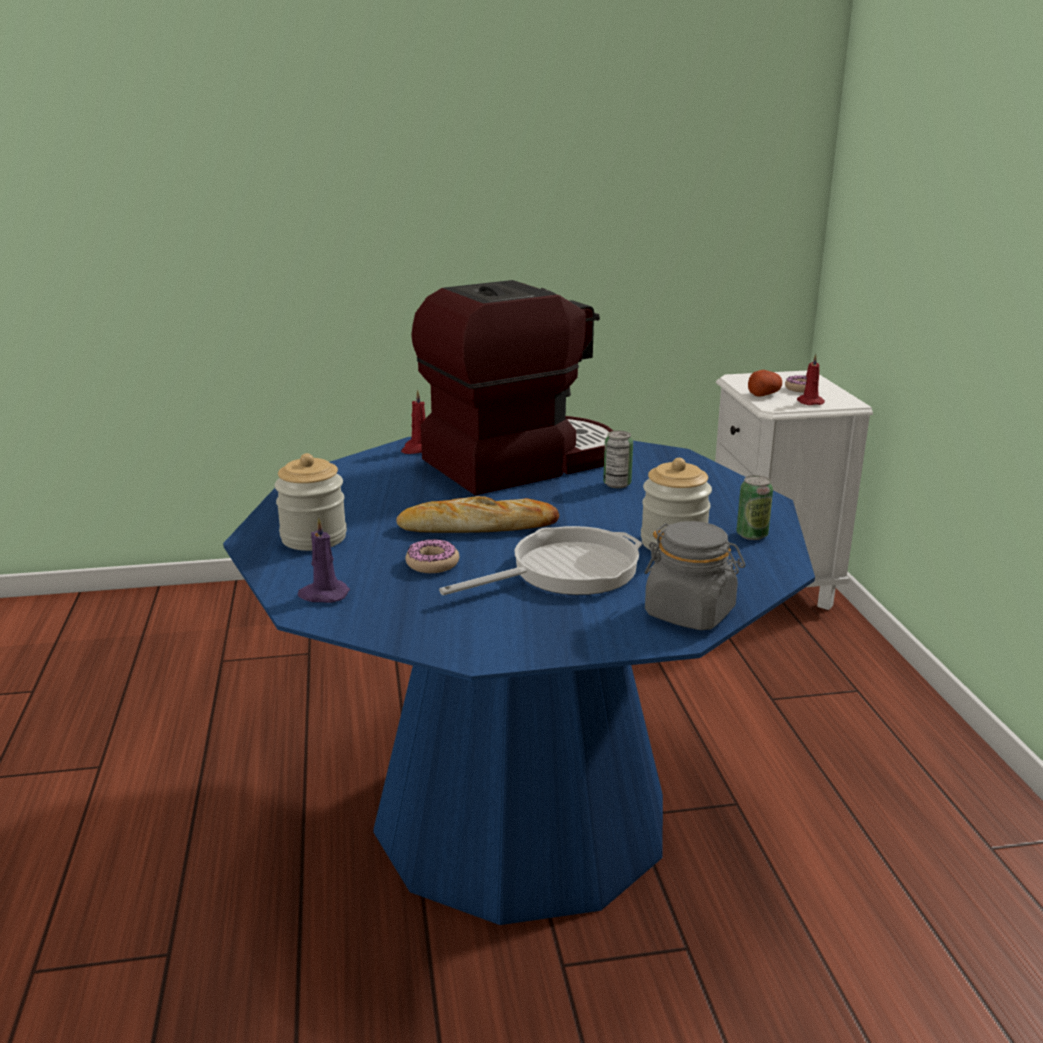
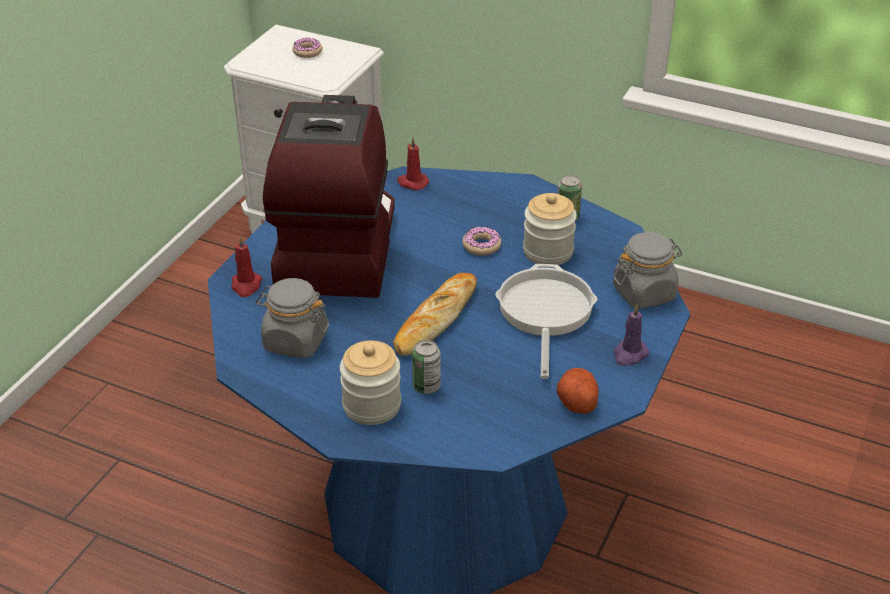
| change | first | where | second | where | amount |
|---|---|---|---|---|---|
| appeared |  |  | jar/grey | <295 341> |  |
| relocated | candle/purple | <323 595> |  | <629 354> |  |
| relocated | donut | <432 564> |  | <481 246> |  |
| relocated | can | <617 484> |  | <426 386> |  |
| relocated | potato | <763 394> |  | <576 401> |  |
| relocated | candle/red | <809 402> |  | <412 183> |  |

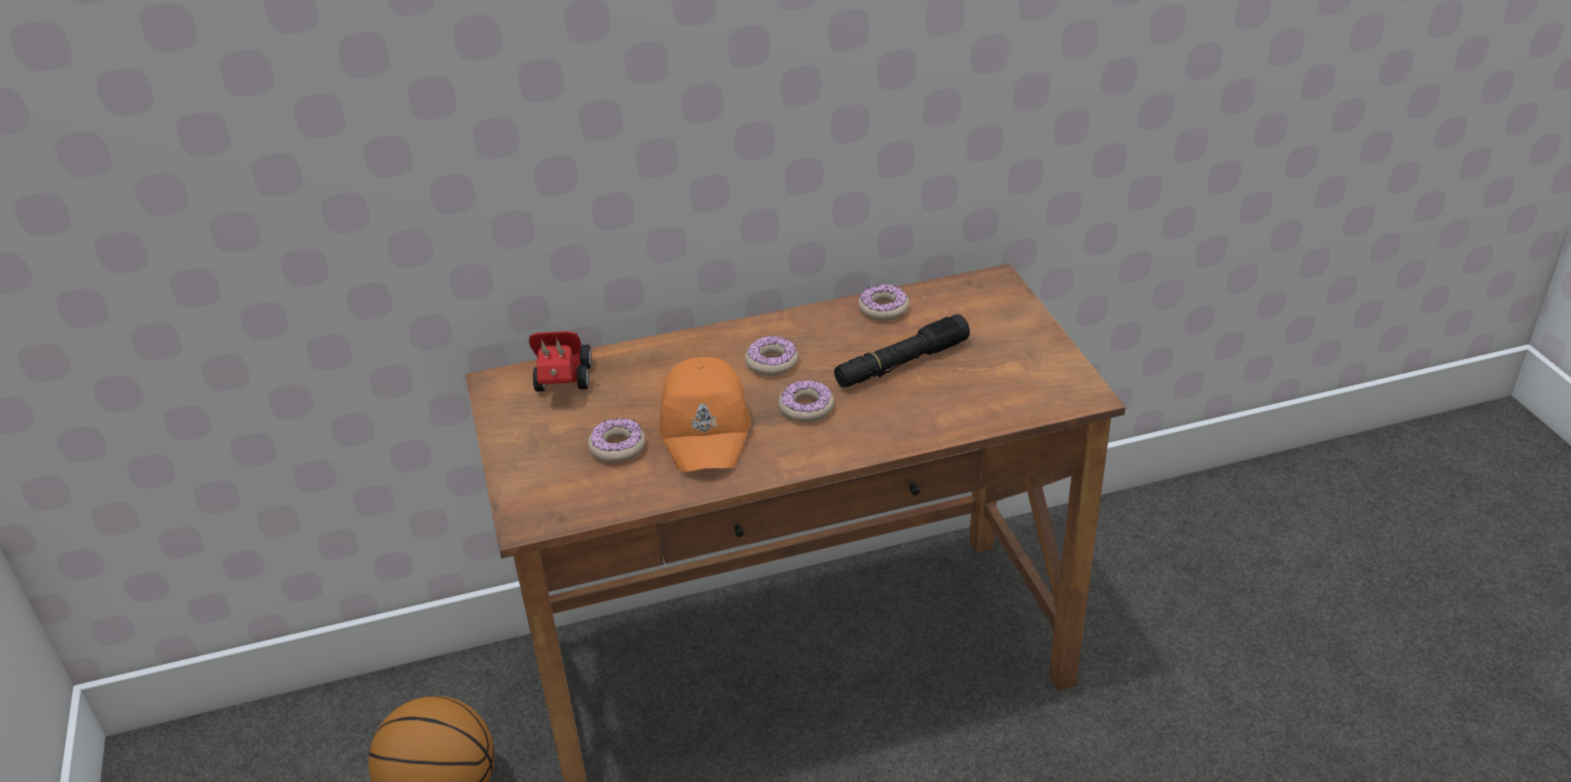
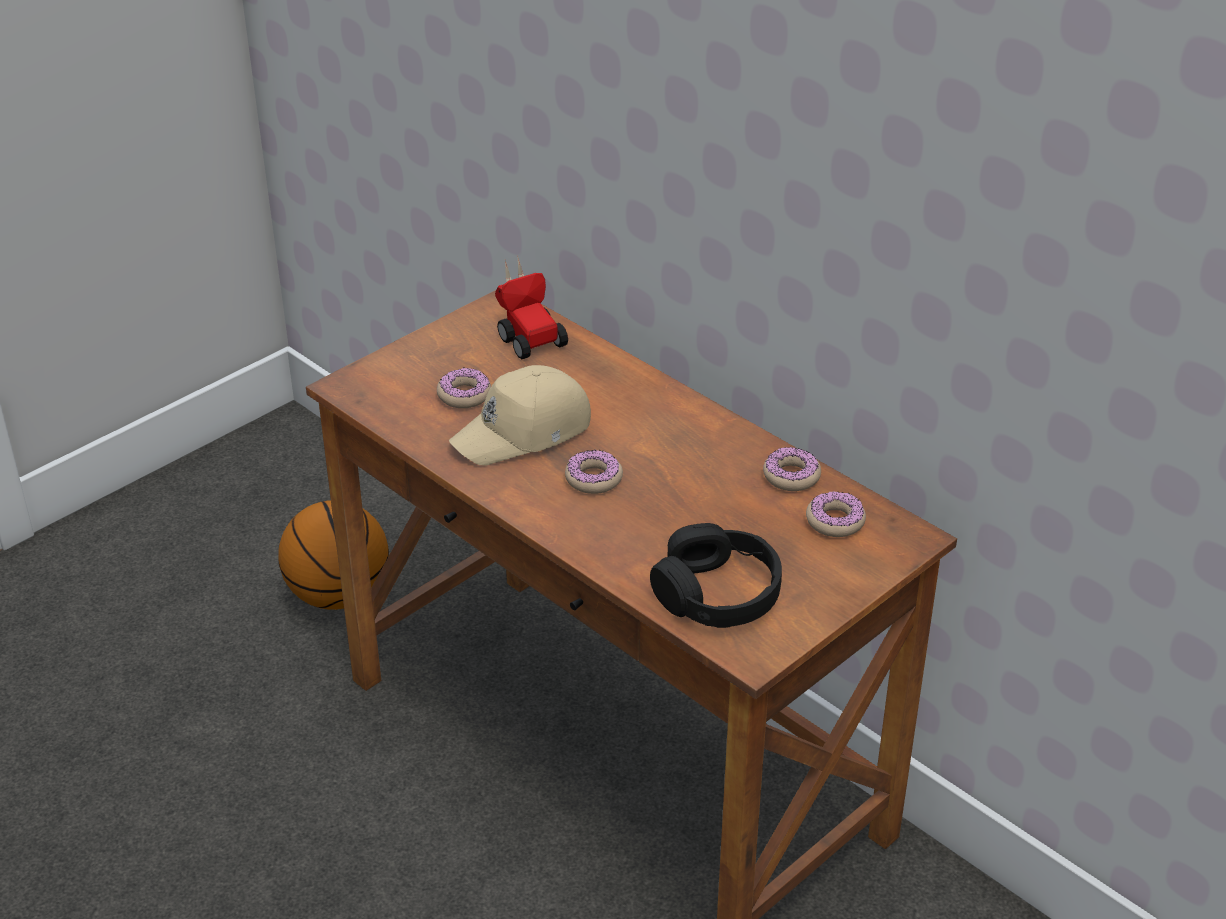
| change | first | where | second | where | amount |
|---|---|---|---|---|---|
| missing | flashlight/black | <901 363> |  |  |  |
| appeared |  |  | headphones/black | <717 594> |  |
| relocated | donut | <771 363> |  | <835 521> |  |
| colour | cap/orange | <706 427> | cap/beige | <524 432> |  |
| spun | toy car | <563 385> |  | <527 336> | 90 degrees clockwise |

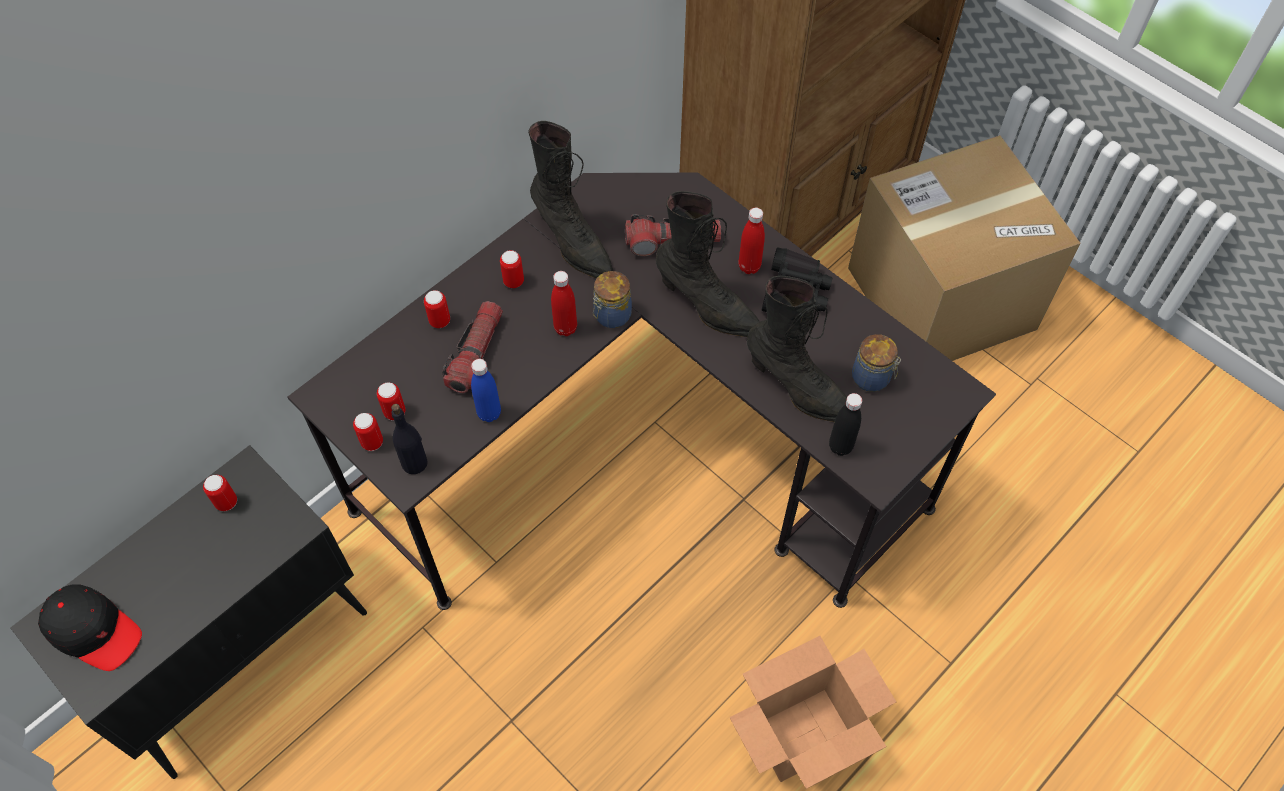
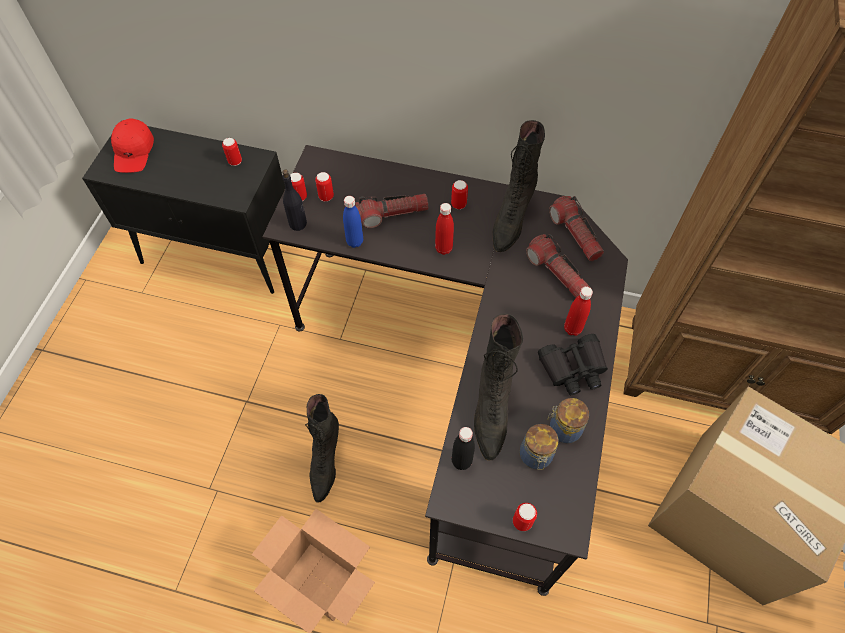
| change | first | where | second | where | amount |
|---|---|---|---|---|---|
| appeared |  |  | flashlight | <575 234> |  |
| relocated | can | <440 321> |  | <522 522> |  |
| relocated | jar | <611 316> |  | <563 429> |  |
| relocated | boot/black | <707 307> |  | <325 462> |  |
| colour | cap/black | <94 630> | cap/red | <134 152> |  |

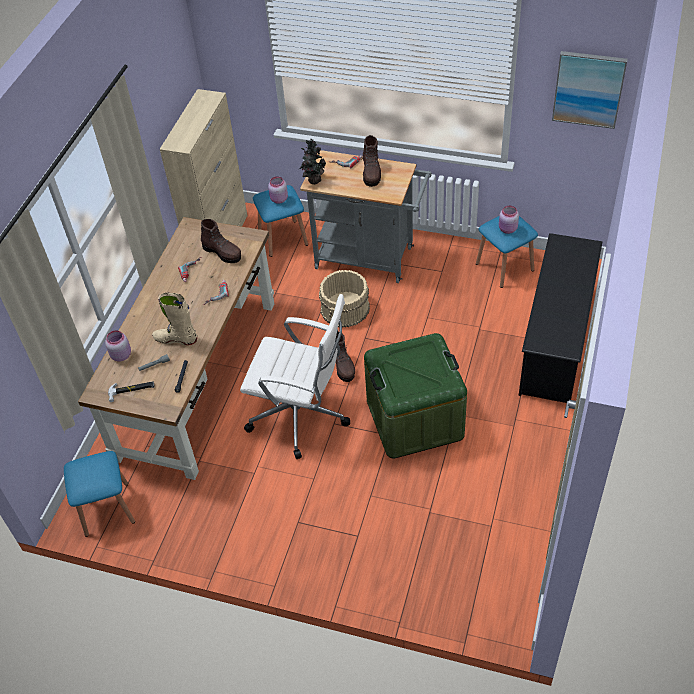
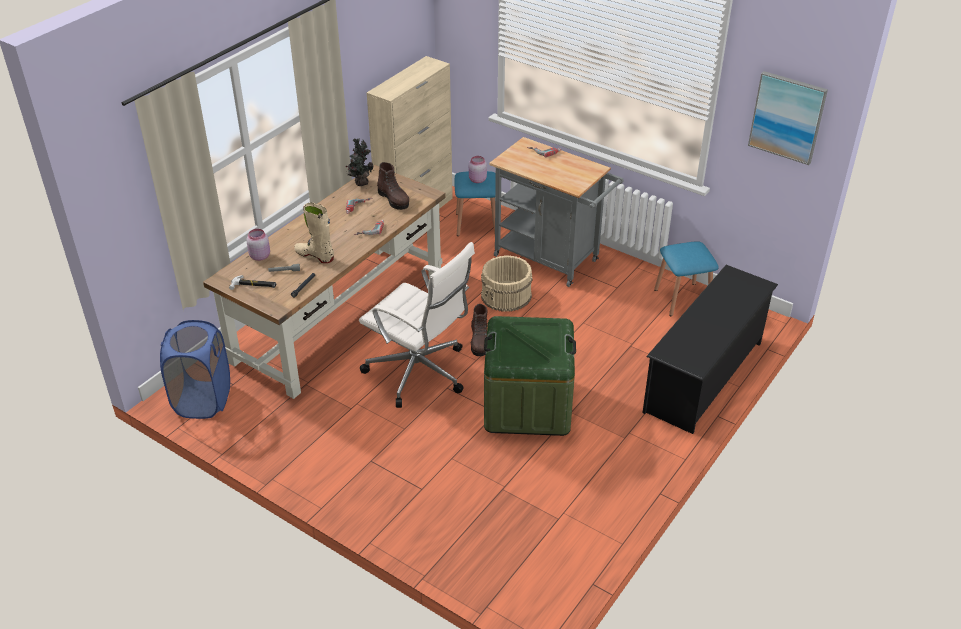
| change | first | where | second | where | amount |
|---|---|---|---|---|---|
| missing | boot/brown | <371 173> |  |  |  |
| missing | jar/pink | <507 229> |  |  |  |
| relocated | potted plant | <313 180> |  | <360 182> |  |
| exchanged | stool/blue | <107 509> | laundry basket/blue | <203 400> |  |

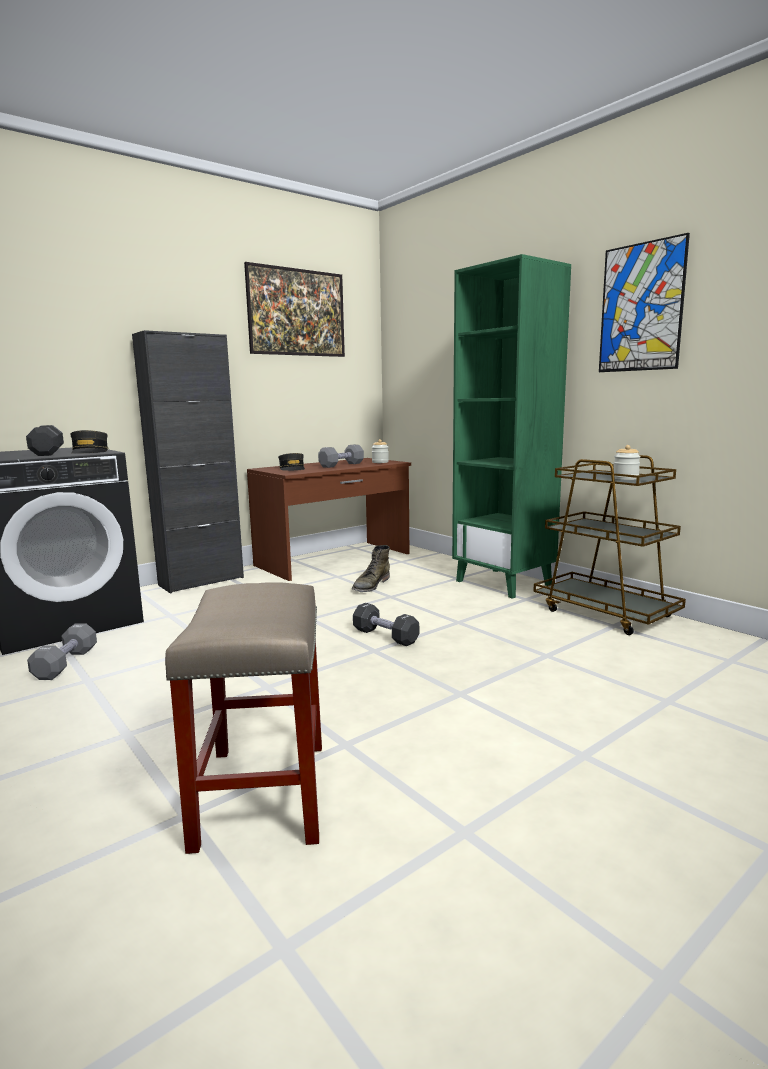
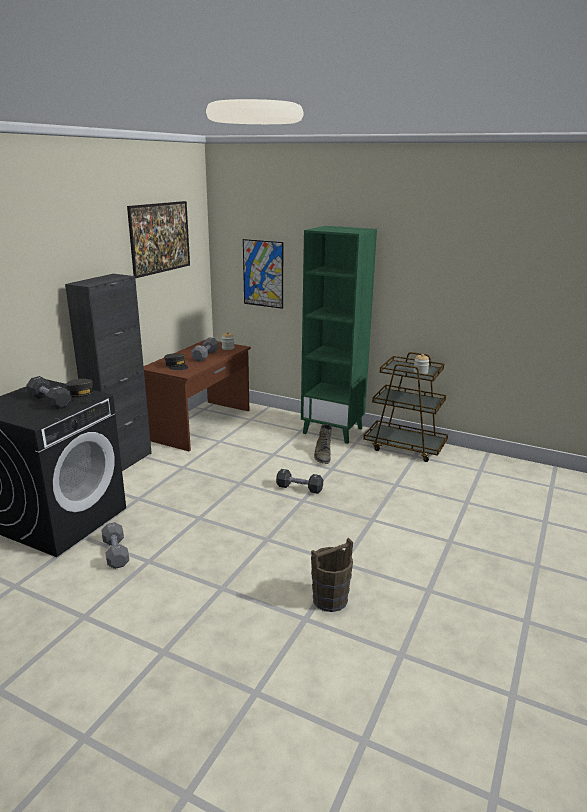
| change | first | where | second | where | amount |
|---|---|---|---|---|---|
| relocated | boot/green | <371 585> |  | <322 455> |  |
| relocated | picture | <641 307> |  | <263 273> |  |
| exchanged | stool/beige | <263 795> | bucket/brown | <330 599> |  |

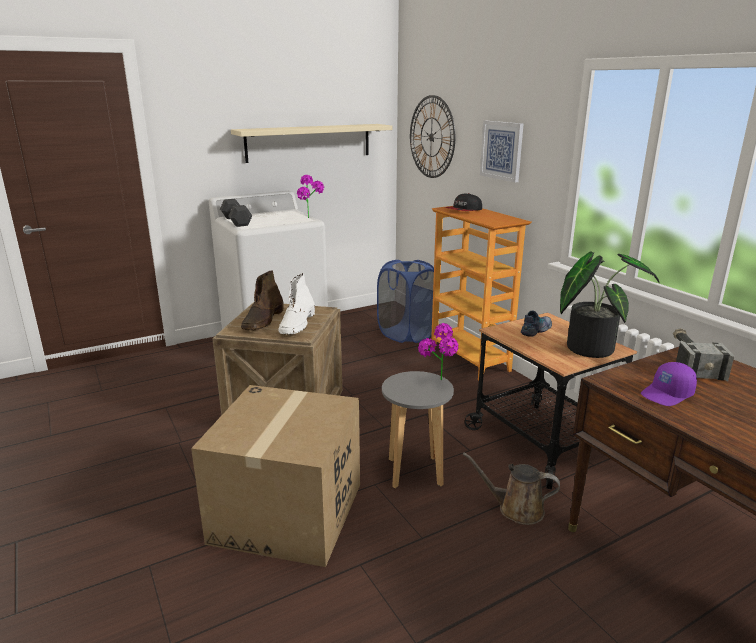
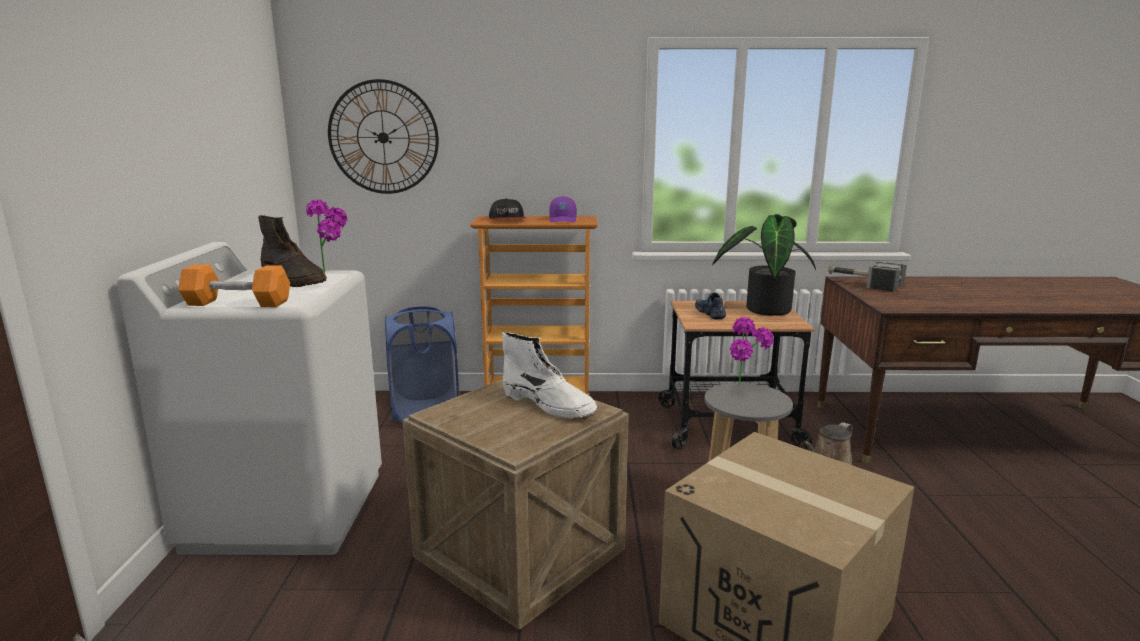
| change | first | where | second | where | amount |
|---|---|---|---|---|---|
| missing | shelf/beige | <309 142> |  |  |  |
| missing | picture | <502 150> |  |  |  |
| relocated | boot/brown | <263 321> |  | <294 280> |  |
| relocated | cap/purple | <667 394> |  | <563 220> |  |
| colour | dumbbell/black | <236 221> | dumbbell/orange | <237 303> |  |

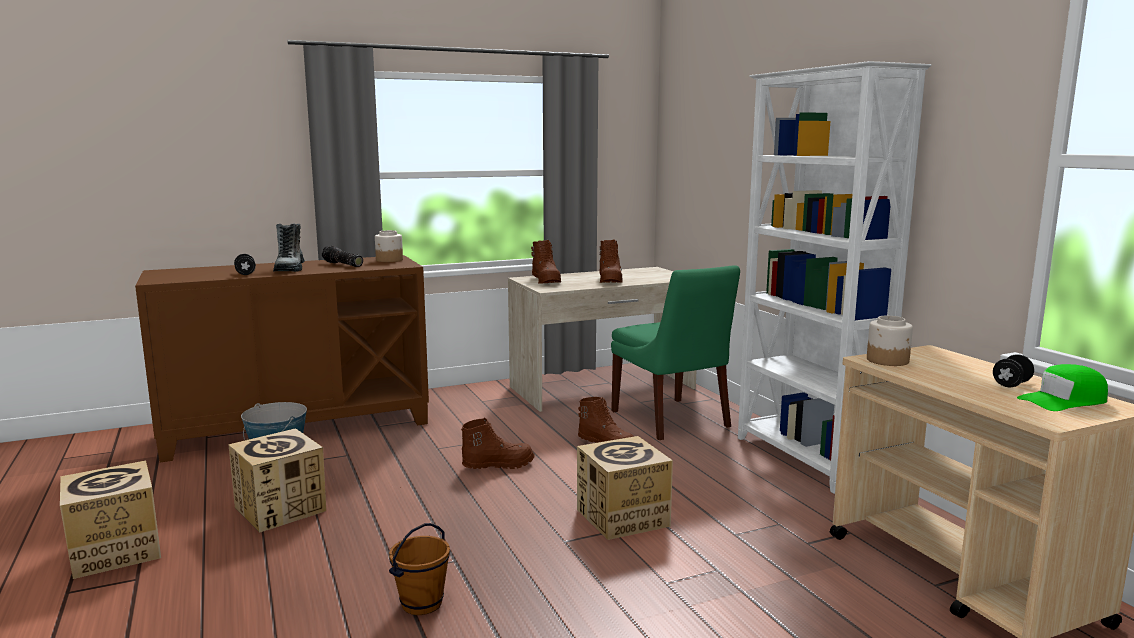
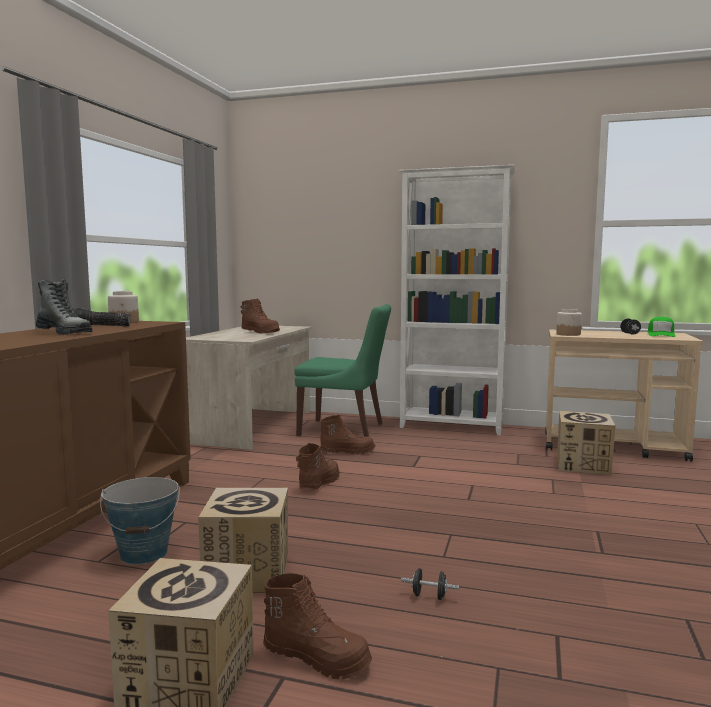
| change | first | where | second | where | amount |
|---|---|---|---|---|---|
| missing | bucket/brown | <422 604> |  |  |  |
| relocated | dumbbell/black | <245 273> |  | <429 596> |  |
| relocated | boot/brown | <546 280> |  | <317 657> |  |
| relocated | cardboard box | <622 517> |  | <583 465> |  |

